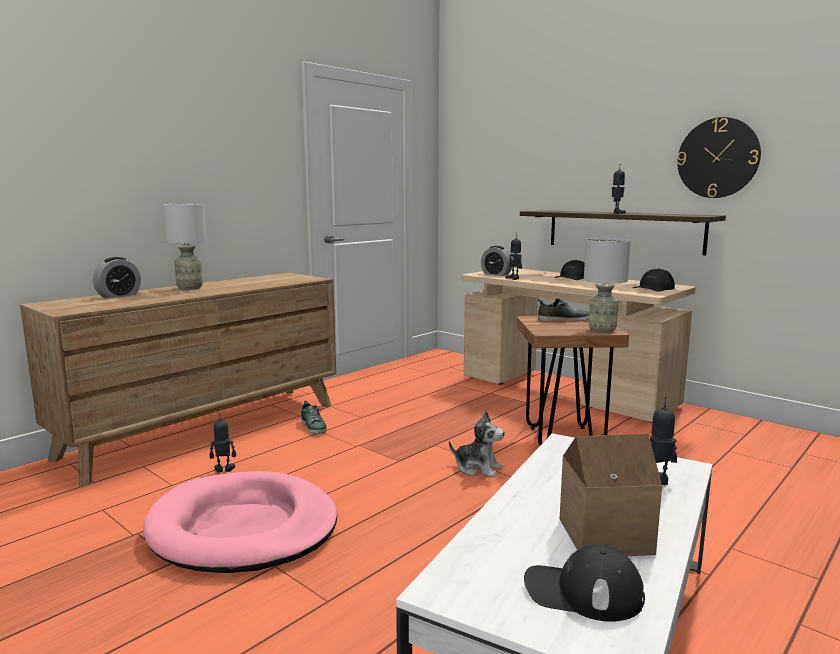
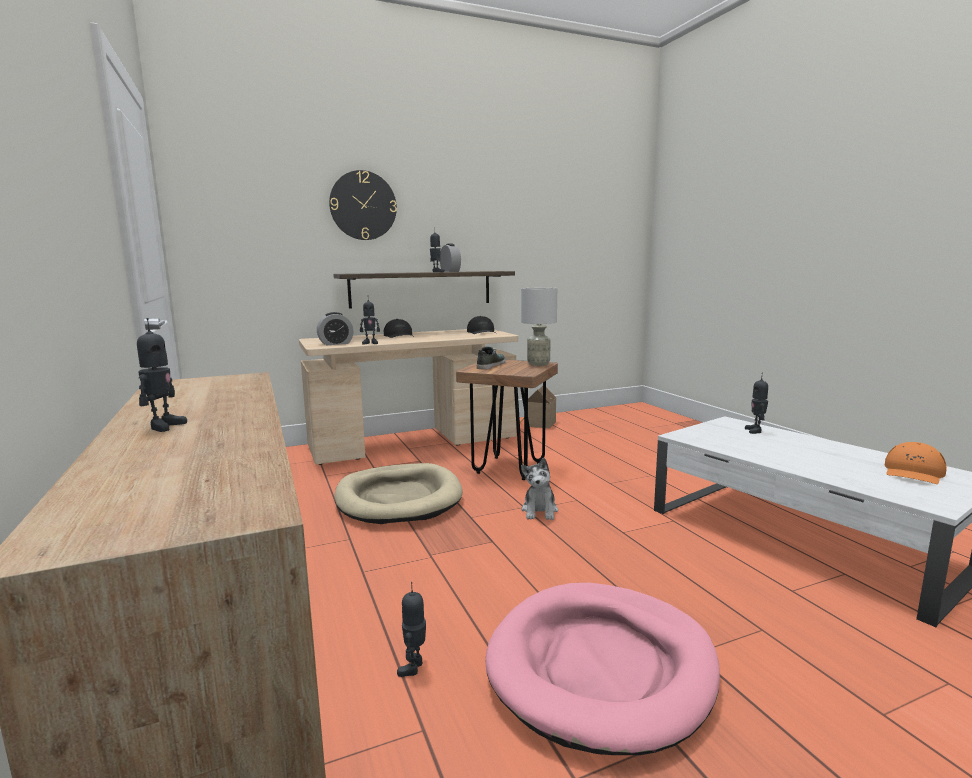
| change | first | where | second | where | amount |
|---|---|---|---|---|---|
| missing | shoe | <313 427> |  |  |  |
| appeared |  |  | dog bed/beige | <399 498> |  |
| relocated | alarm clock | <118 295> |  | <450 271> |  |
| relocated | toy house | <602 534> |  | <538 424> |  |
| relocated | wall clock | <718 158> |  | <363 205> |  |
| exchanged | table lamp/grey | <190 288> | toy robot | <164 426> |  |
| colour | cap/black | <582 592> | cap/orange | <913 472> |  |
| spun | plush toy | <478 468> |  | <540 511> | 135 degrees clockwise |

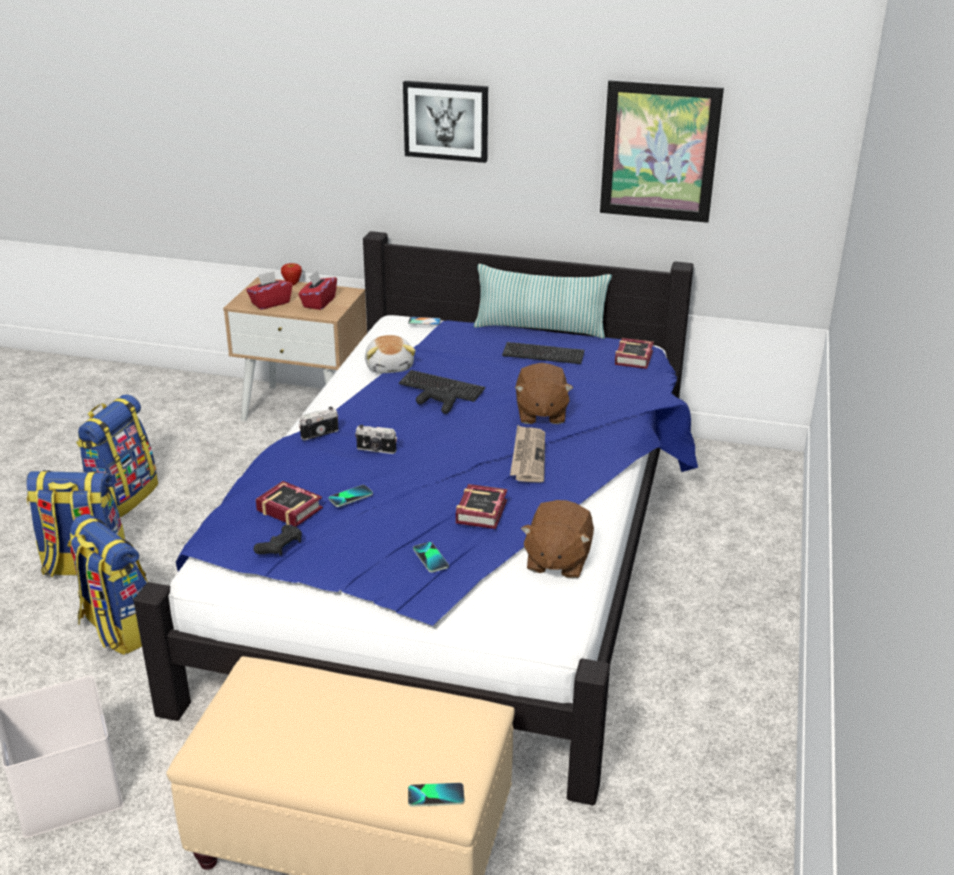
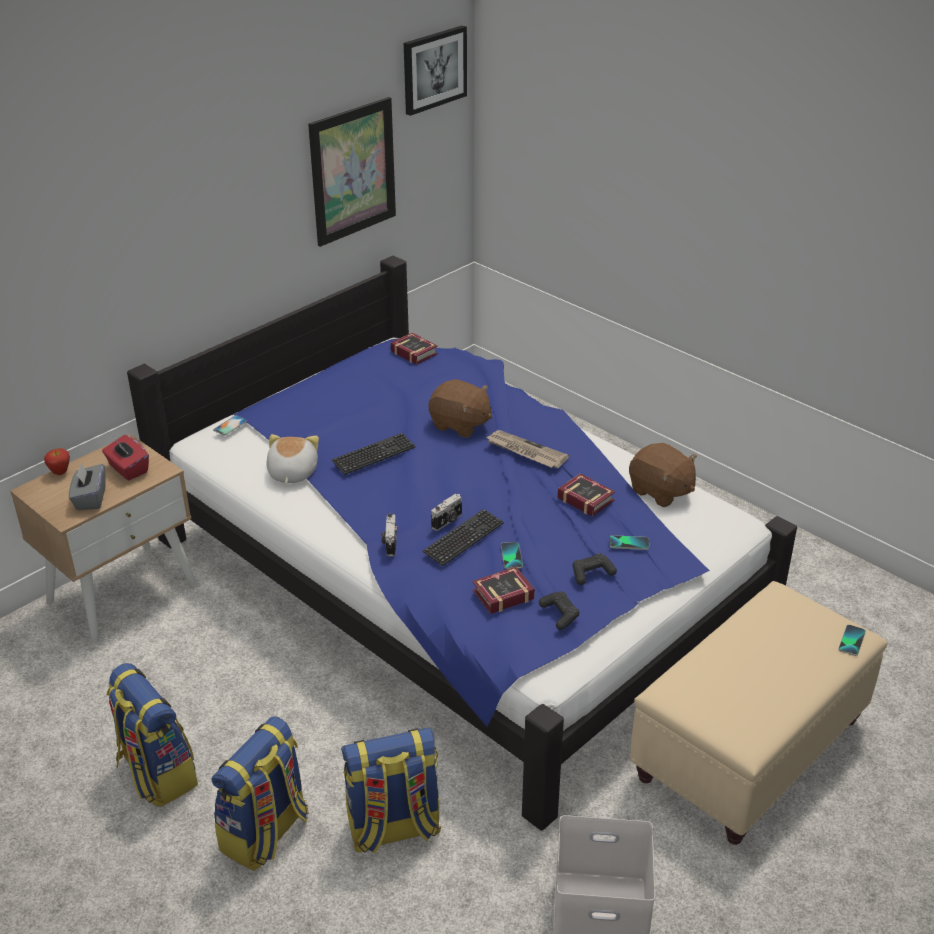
| change | first | where | second | where | amount |
|---|---|---|---|---|---|
| missing | pillow | <540 329> |  |  |  |
| relocated | picture | <446 121> |  | <434 69> |  |
| relocated | game controller/black | <437 405> |  | <592 574> |  |
| relocated | keyboard | <543 355> |  | <463 539> |  |
| colour | tissue box/red | <270 303> | tissue box/grey | <90 498> |  |
| spun | plush toy | <390 367> |  | <291 473> | 105 degrees counterclockwise |

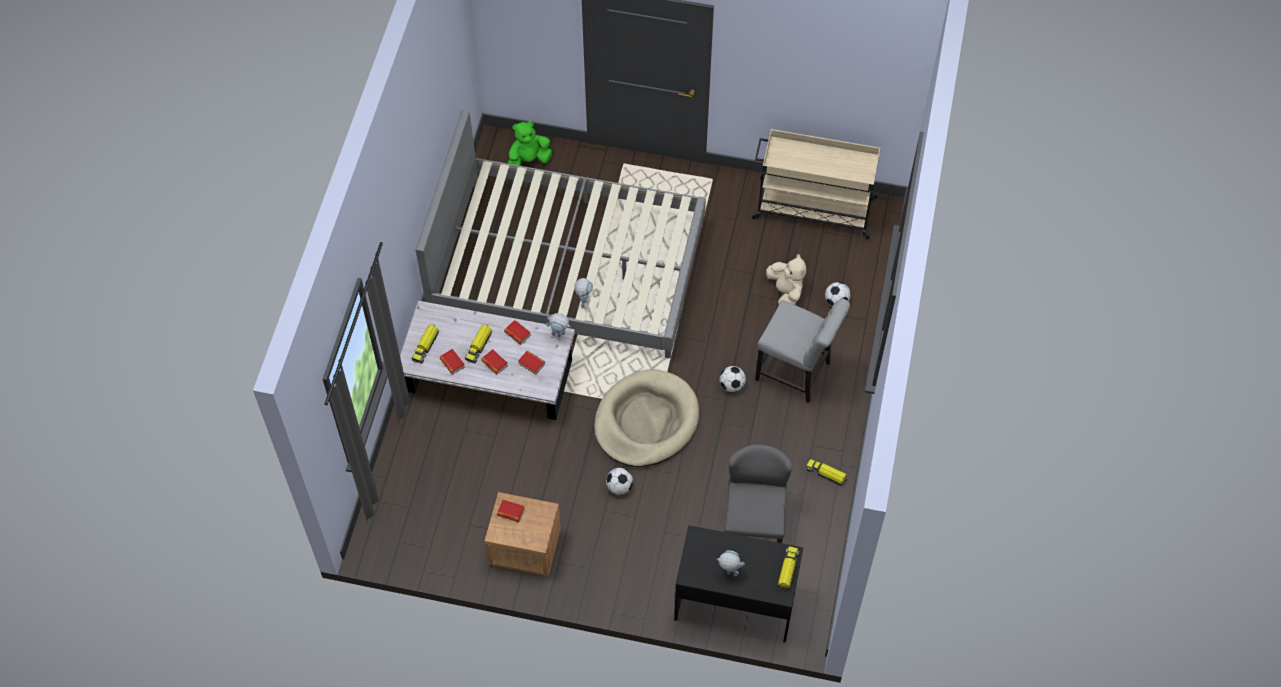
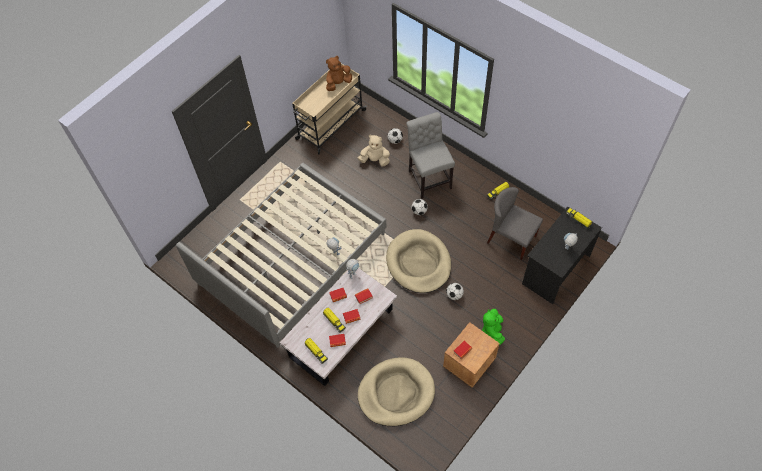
| change | first | where | second | where | amount |
|---|---|---|---|---|---|
| appeared |  |  | plush toy/brown | <338 83> |  |
| appeared |  |  | dog bed/beige | <396 393> |  |
| relocated | plush toy/green | <528 160> |  | <493 330> |  |
| spun | chair/grey | <796 373> |  | <429 178> | 75 degrees counterclockwise |

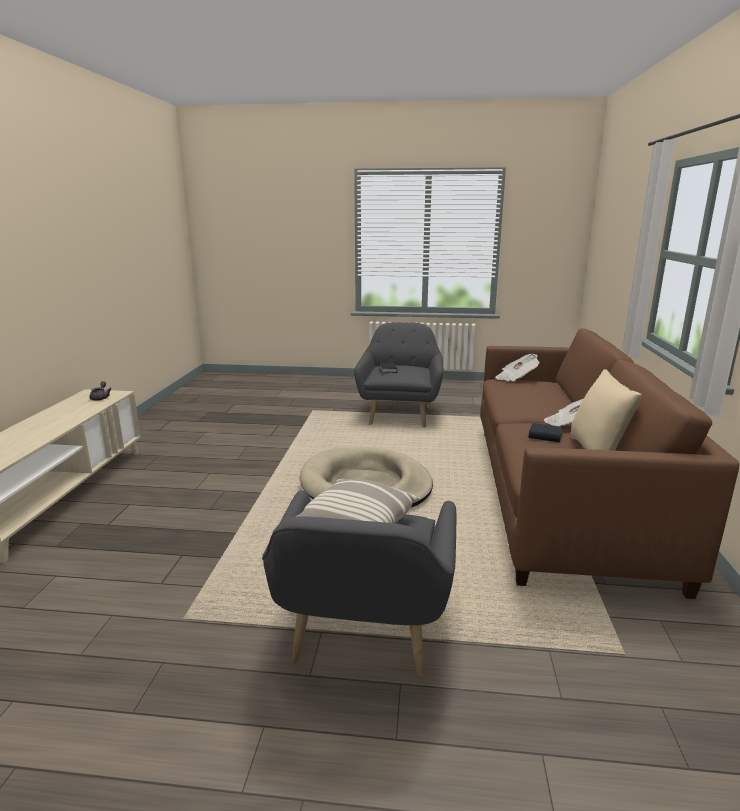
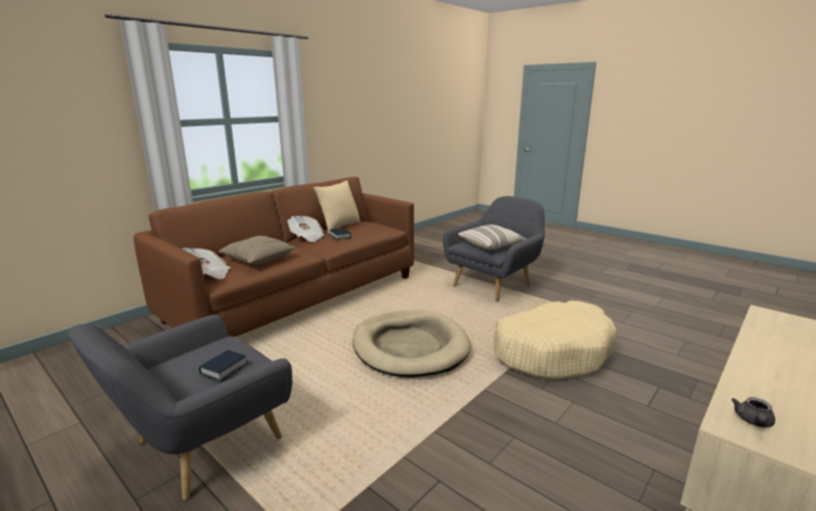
| change | first | where | second | where | amount |
|---|---|---|---|---|---|
| appeared |  |  | pillow/beige | <258 259> |  |
| appeared |  |  | dog bed/beige | <551 352> |  |

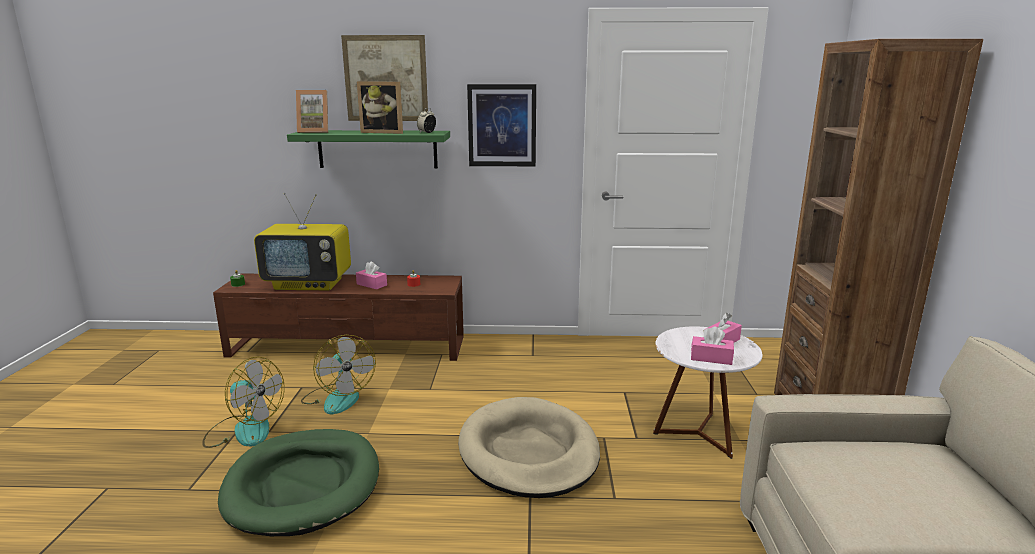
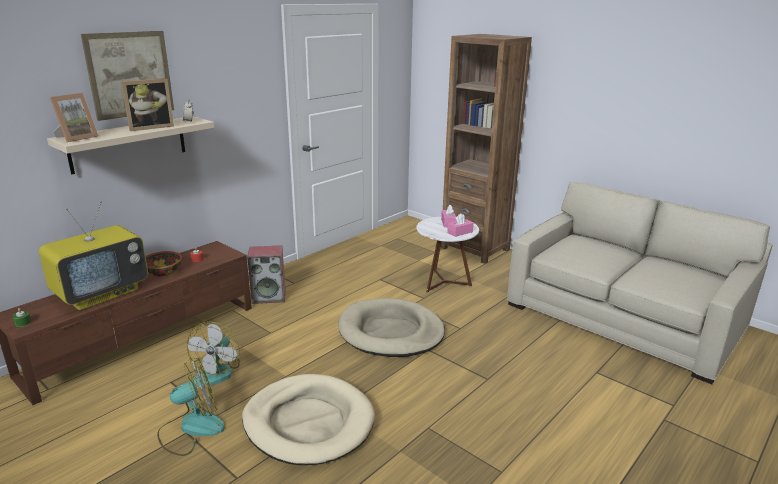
| change | first | where | second | where | amount |
|---|---|---|---|---|---|
| missing | picture | <502 125> |  |  |  |
| appeared |  |  | speaker | <269 296> |  |
| exchanged | tissue box/pink | <371 284> | bowl | <162 272> |  |
| colour | dog bed/green | <303 485> | dog bed/beige | <308 422> |  |
| colour | shelf/green | <377 149> | shelf/beige | <128 144> |  |
| spun | fan | <338 398> |  | <217 371> | 90 degrees clockwise |

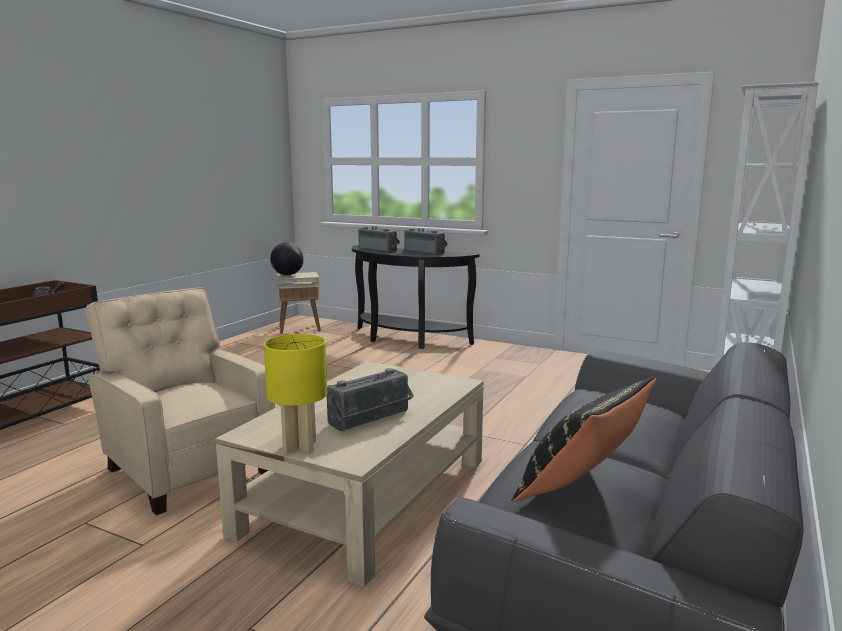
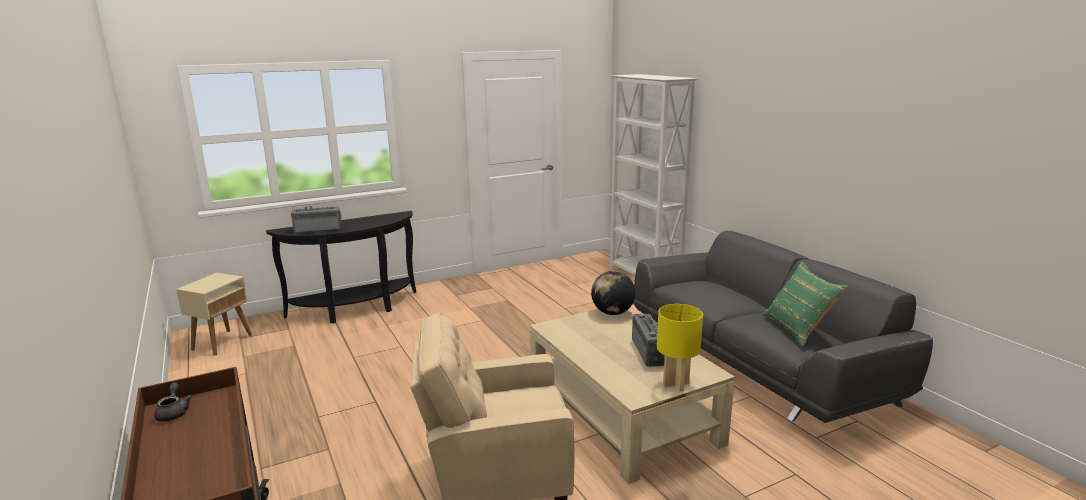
| change | first | where | second | where | amount |
|---|---|---|---|---|---|
| missing | radio | <426 252> |  |  |  |
| relocated | globe | <287 275> |  | <612 313> |  |
| colour | pillow/black | <580 489> | pillow/green | <798 329> |  |

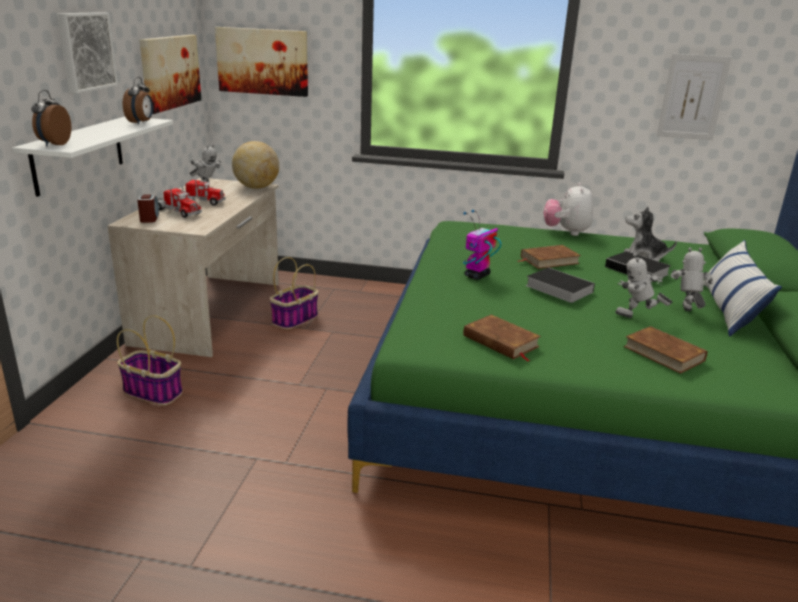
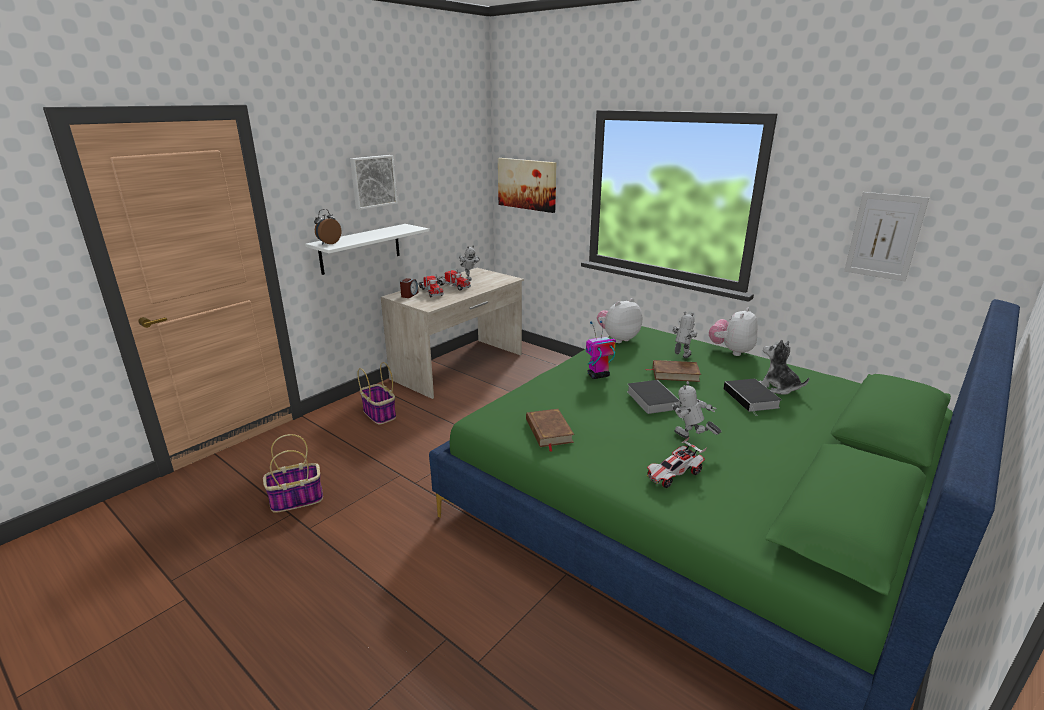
| change | first | where | second | where | amount |
|---|---|---|---|---|---|
| missing | alarm clock | <141 123> |  |  |  |
| missing | picture | <170 72> |  |  |  |
| missing | globe | <256 187> |  |  |  |
| missing | pillow | <729 310> |  |  |  |
| appeared |  |  | plush toy | <618 339> |  |
| relocated | basket | <294 320> |  | <296 500> |  |
| relocated | toy robot | <686 313> |  | <680 358> |  |
| exchanged | book/brown | <663 353> | toy car | <674 475> |  |

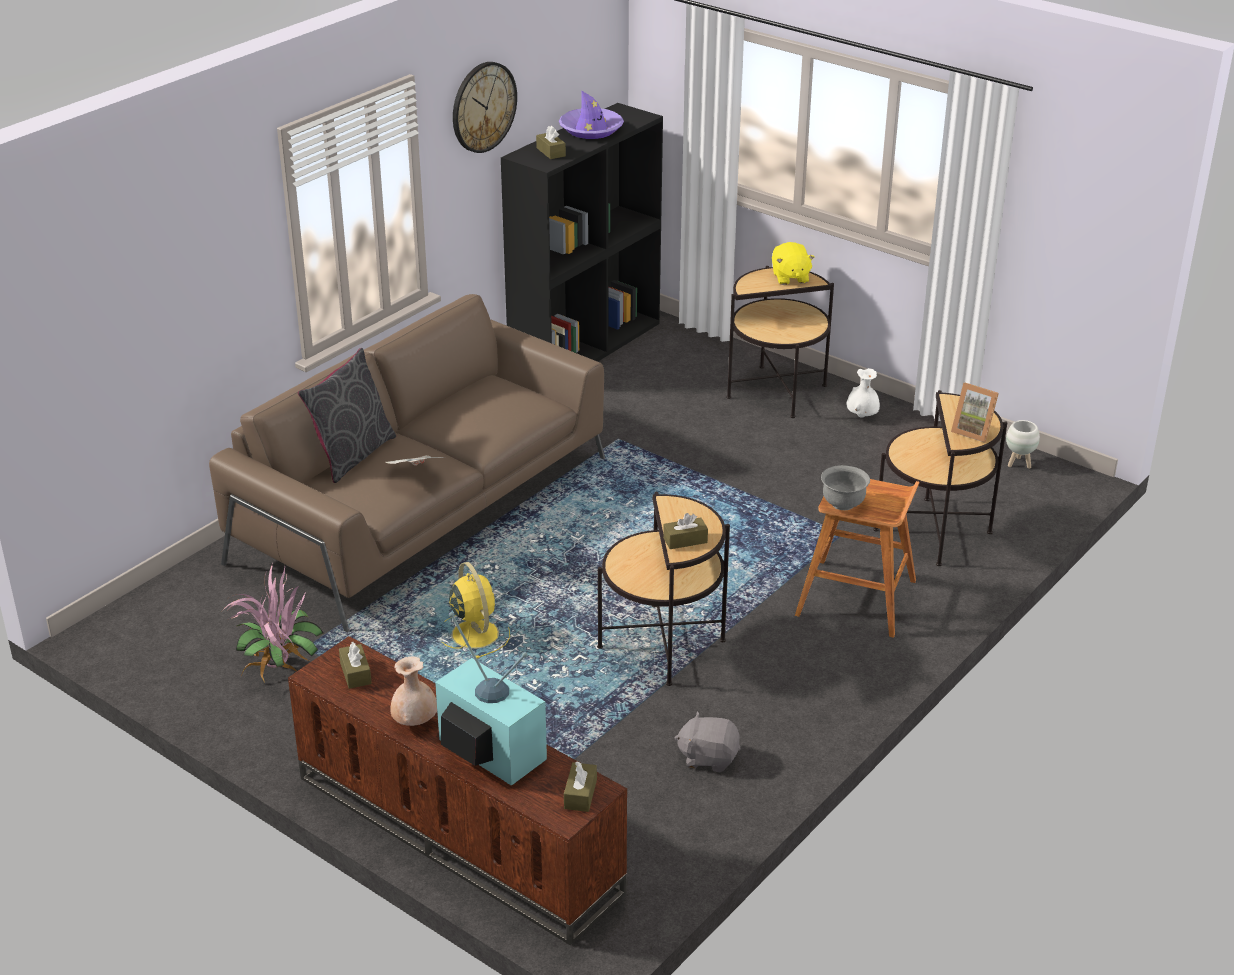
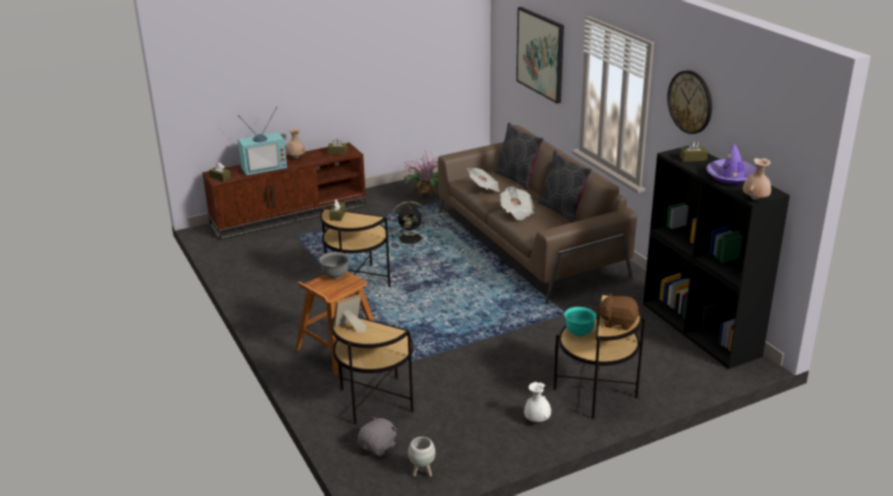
| change | first | where | second | where | amount |
|---|---|---|---|---|---|
| appeared |  |  | newspaper | <517 212> |  |
| appeared |  |  | picture | <540 54> |  |
| appeared |  |  | pillow/grey | <562 210> |  |
| appeared |  |  | bowl/turquoise | <579 332> |  |
| appeared |  |  | vase/beige | <755 199> |  |
| relocated | plush toy/grey | <708 757> |  | <378 447> |  |
| colour | fan/yellow | <474 633> | fan/black | <411 239> |  |
| colour | plush toy/yellow | <790 277> | plush toy/brown | <618 322> |  |

